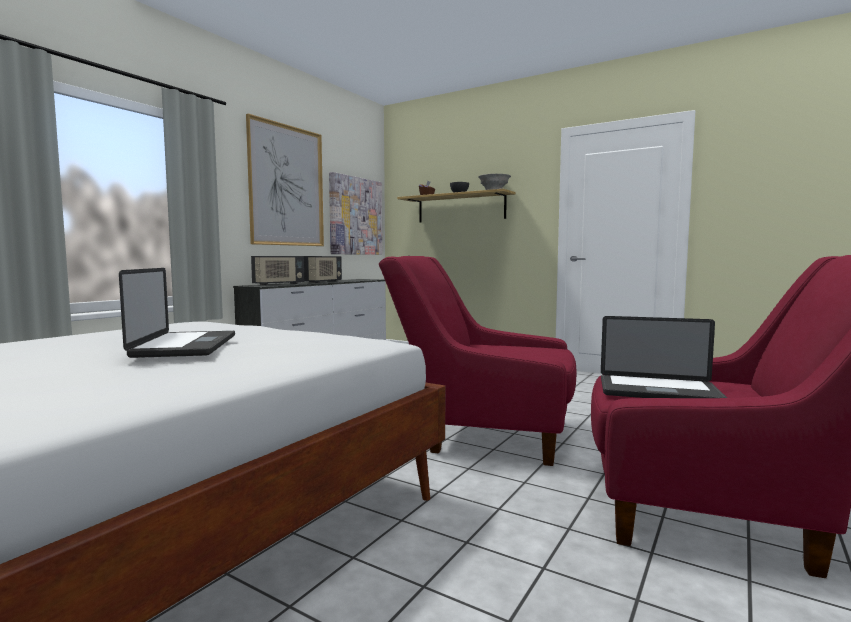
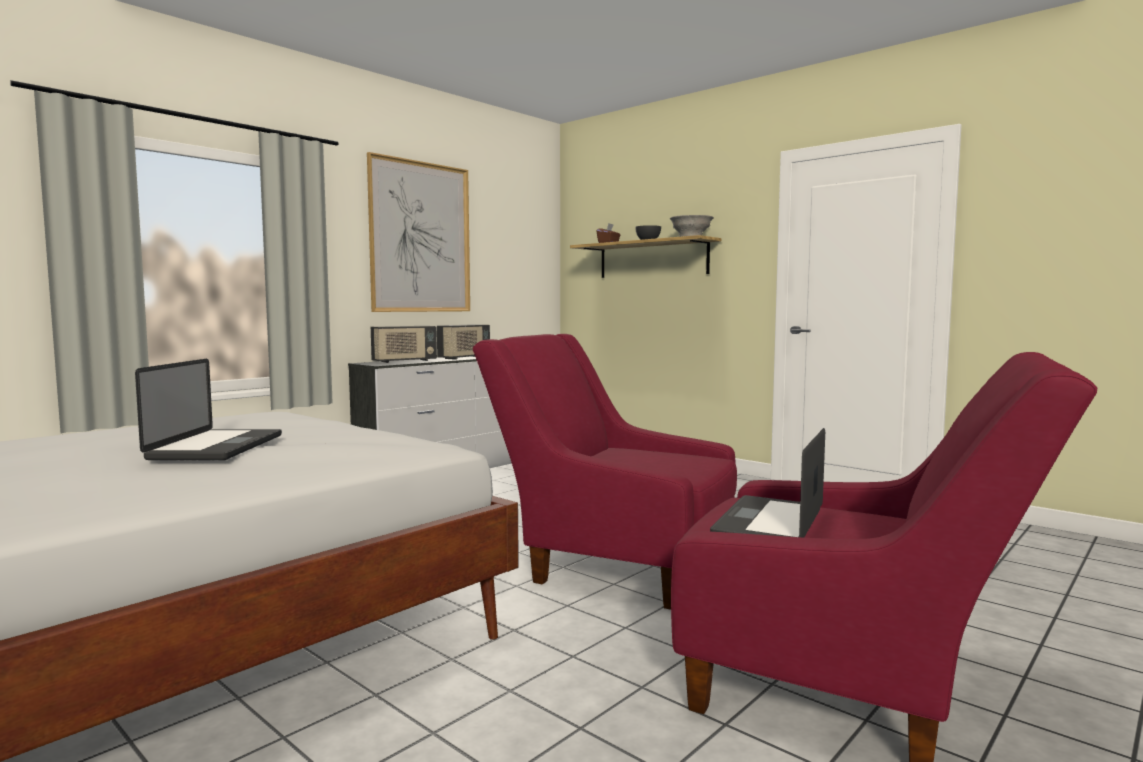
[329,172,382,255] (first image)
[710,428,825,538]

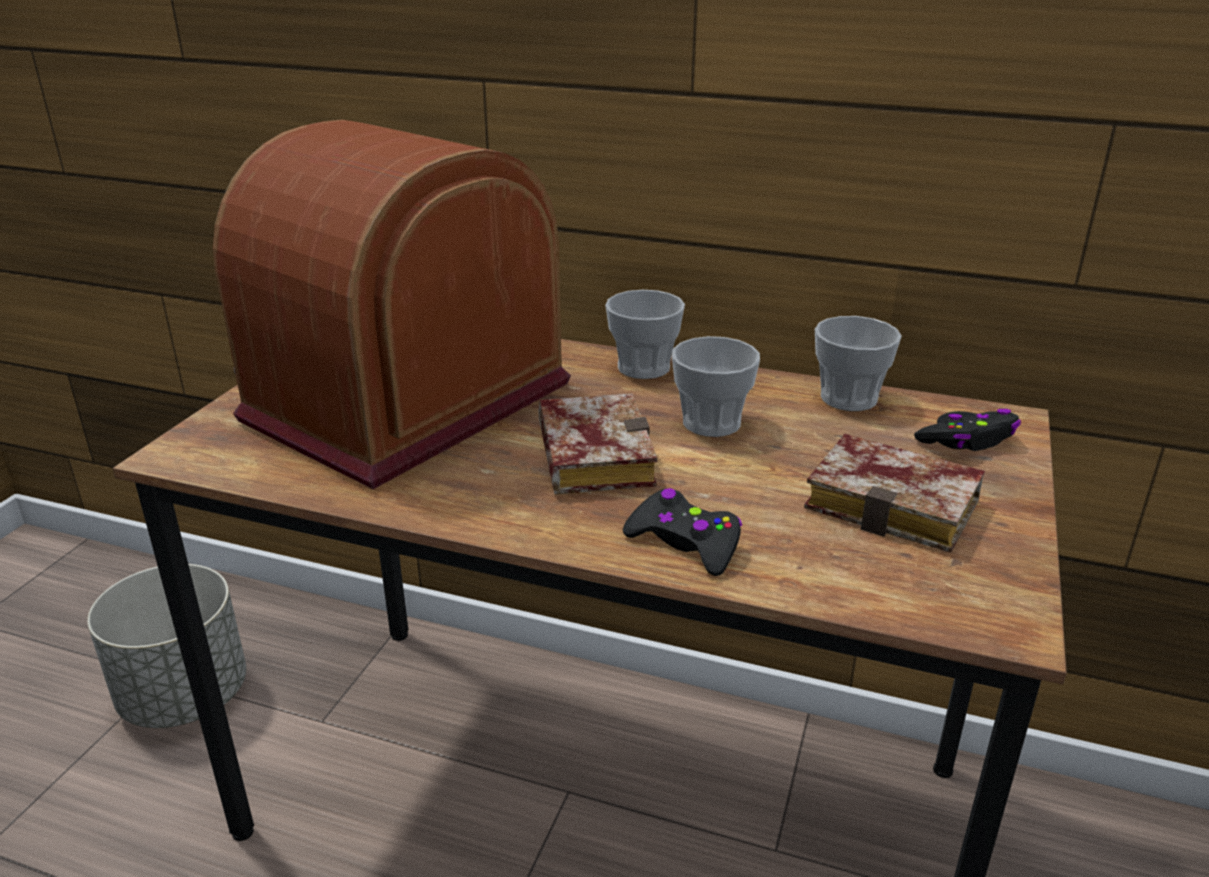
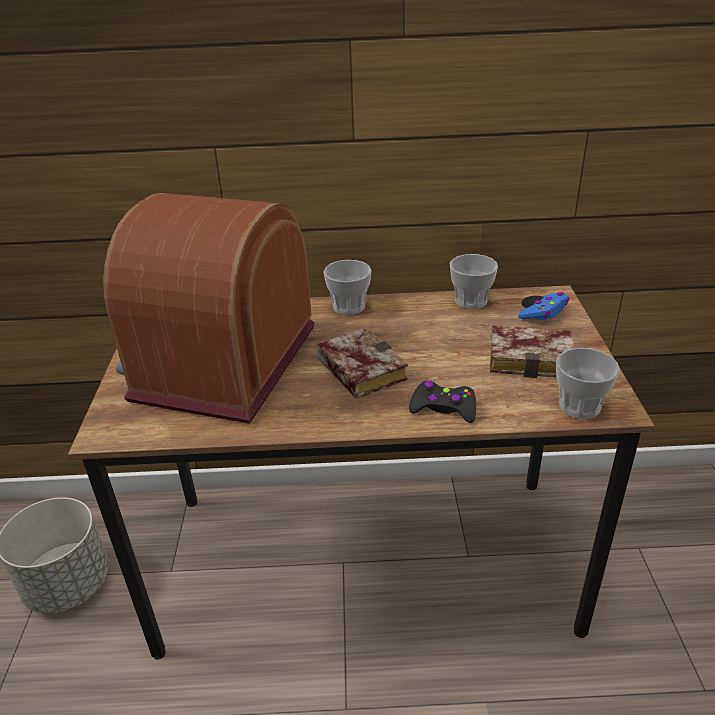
[556,348,620,419]
[518,292,569,320]

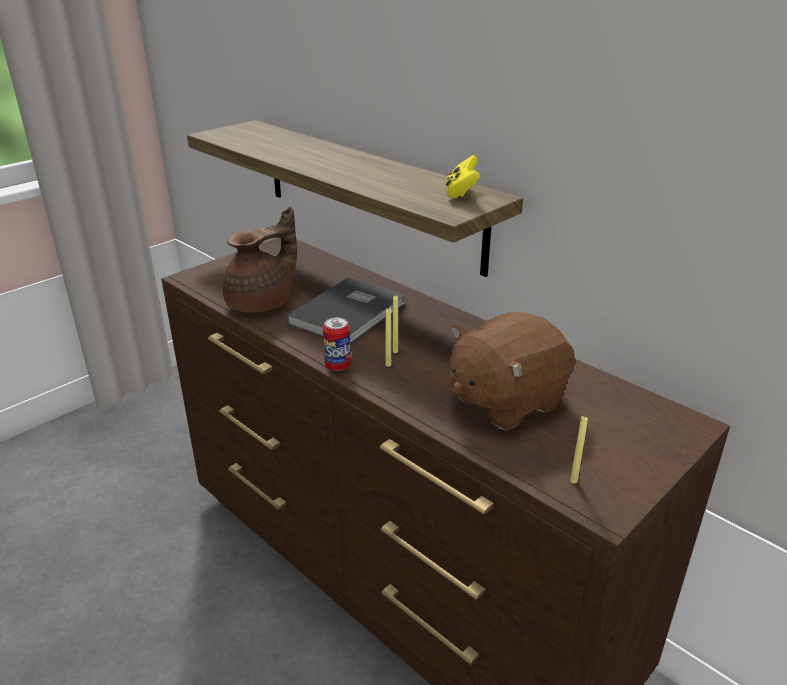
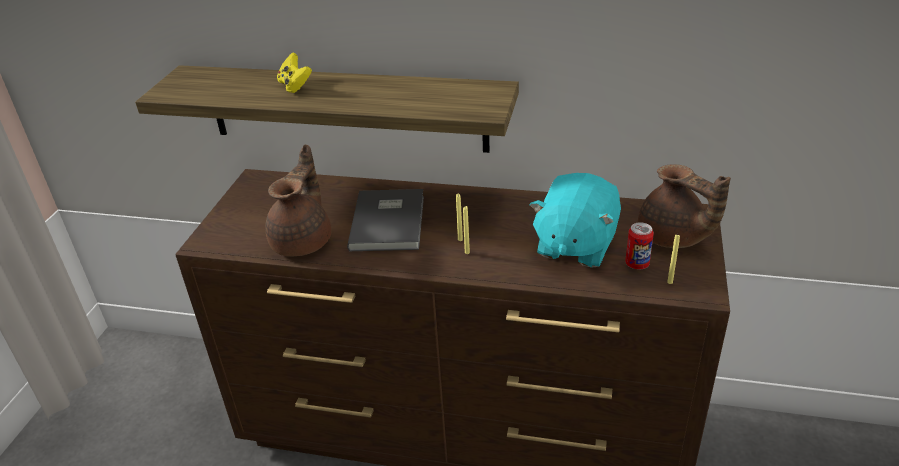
[638,164,731,248]
[625,222,654,269]
[277,52,312,93]
[529,173,621,268]

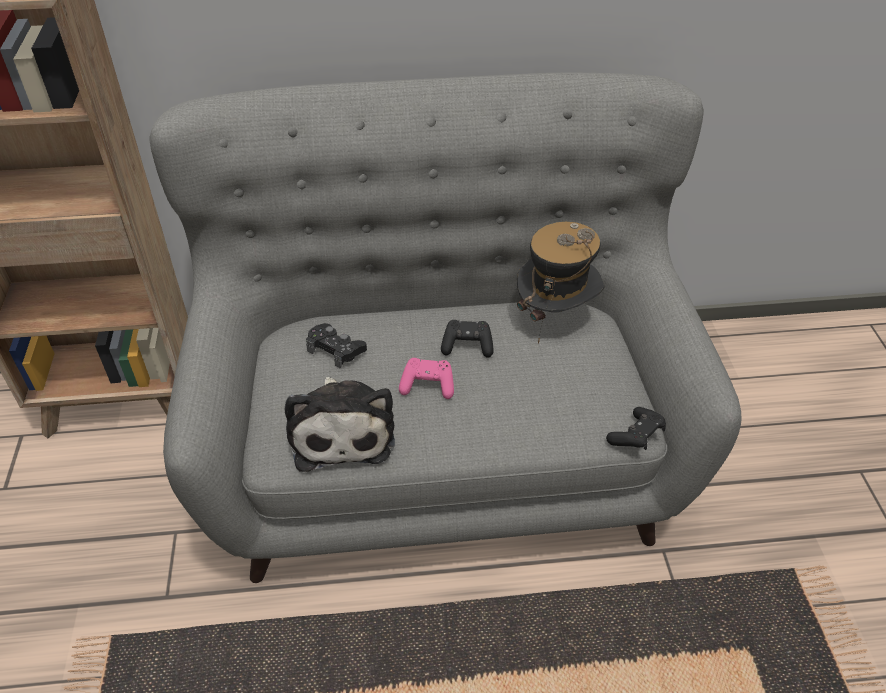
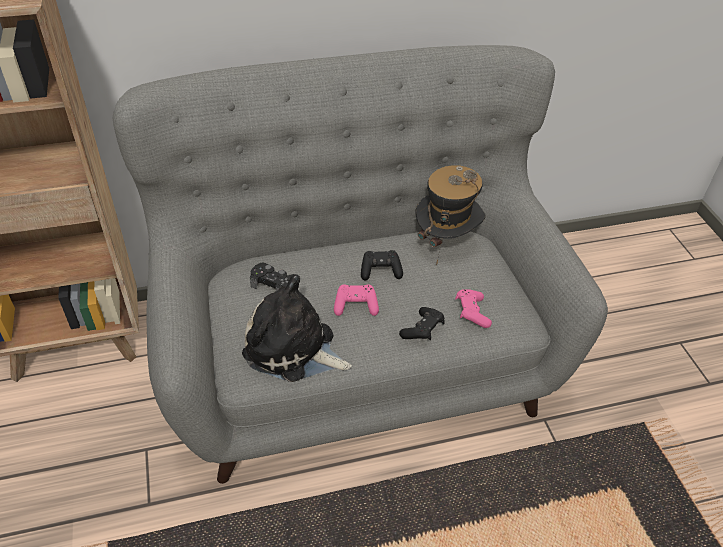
[455,289,492,328]
[399,307,445,340]
[242,275,352,382]

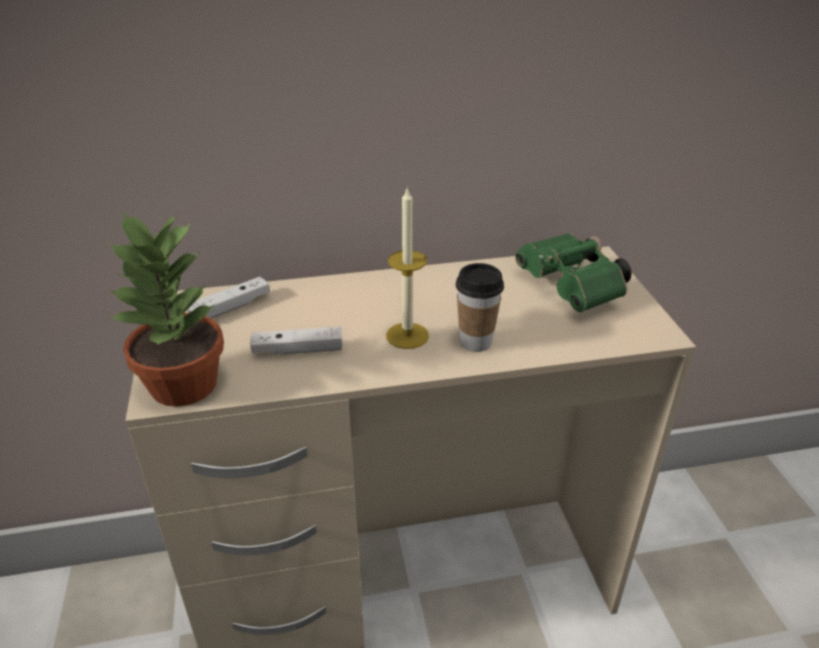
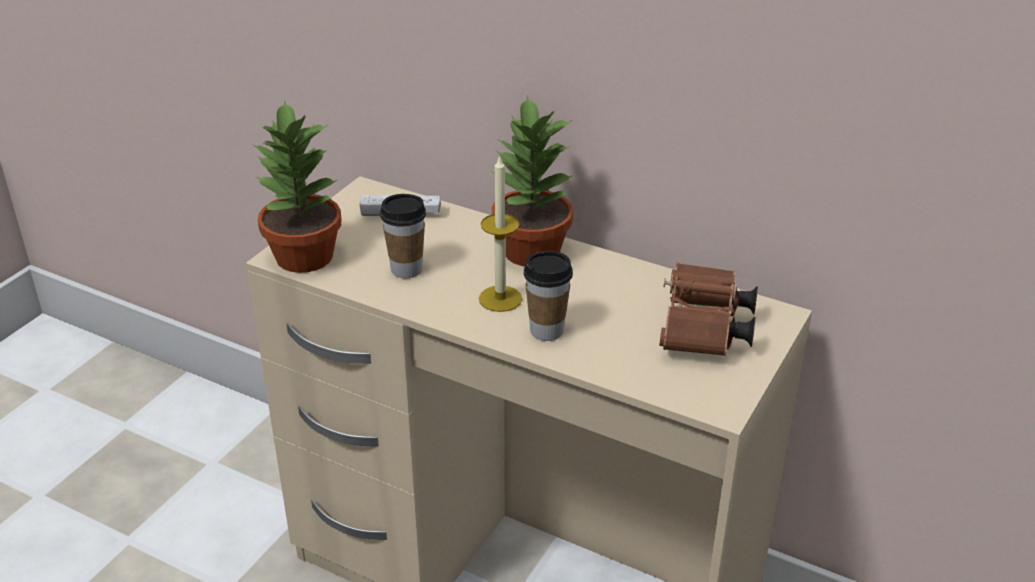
[491,95,574,266]
[380,194,426,278]
[660,263,758,356]

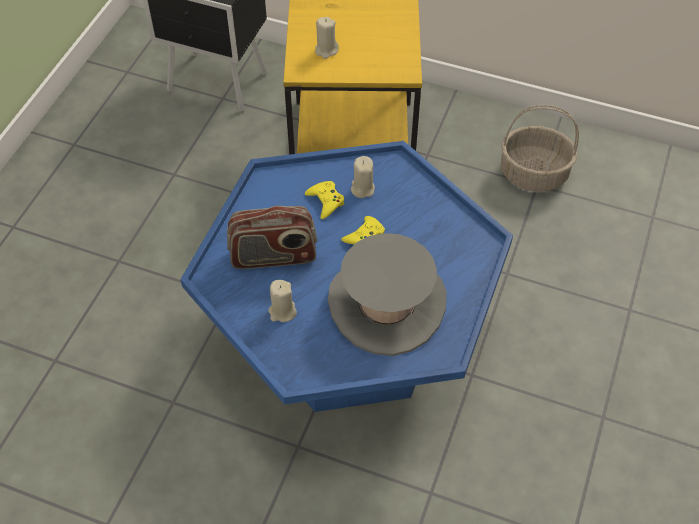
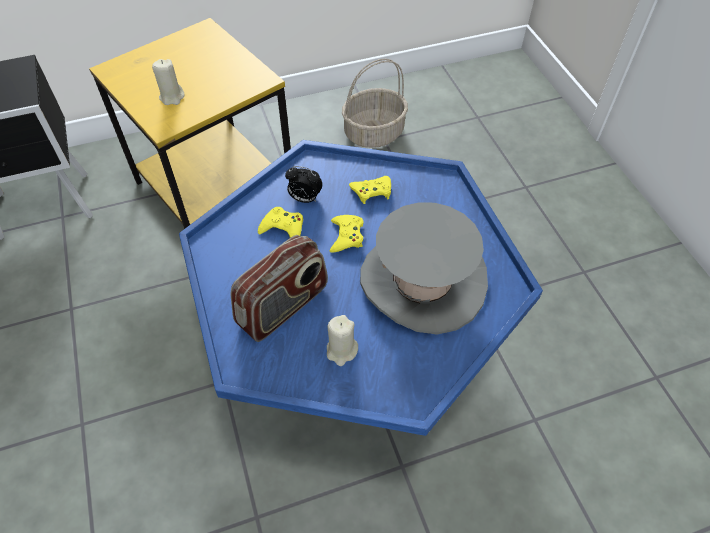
[349,176,391,204]
[285,166,322,203]

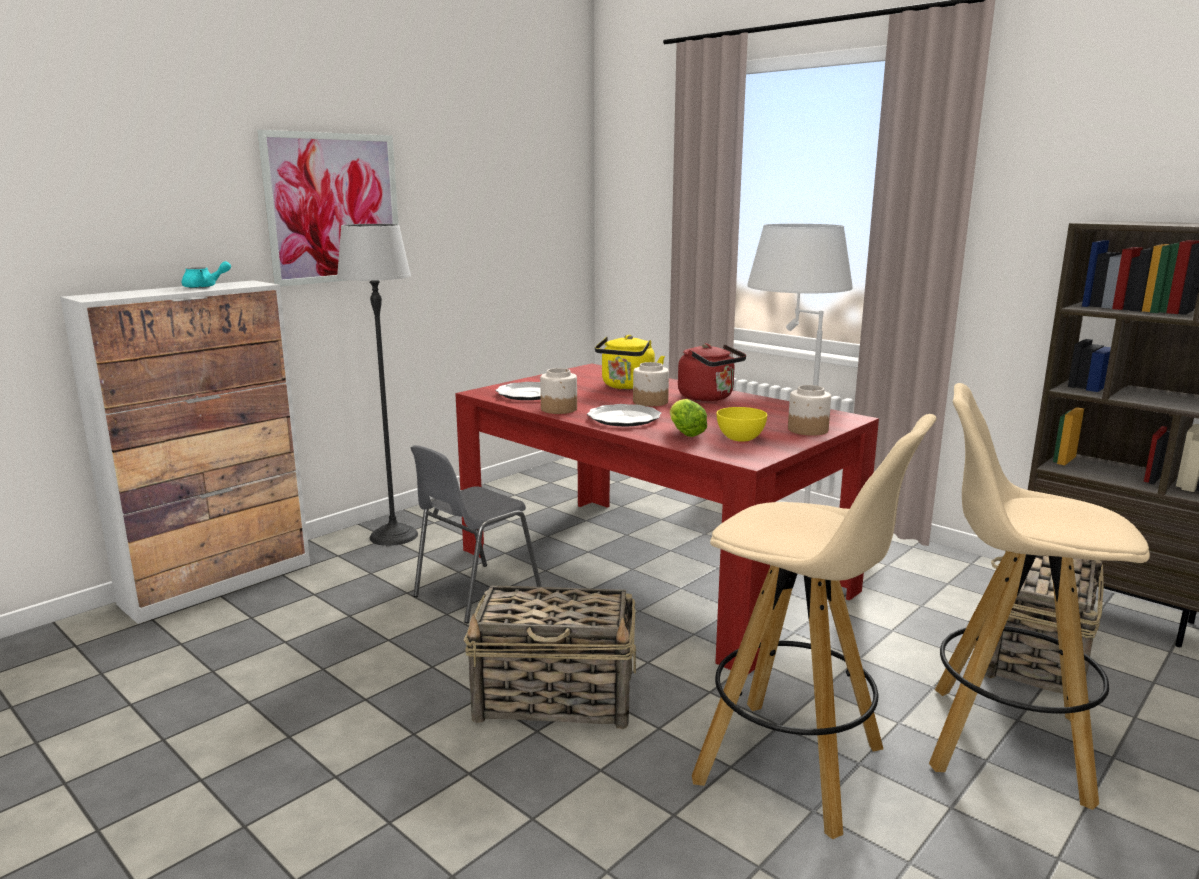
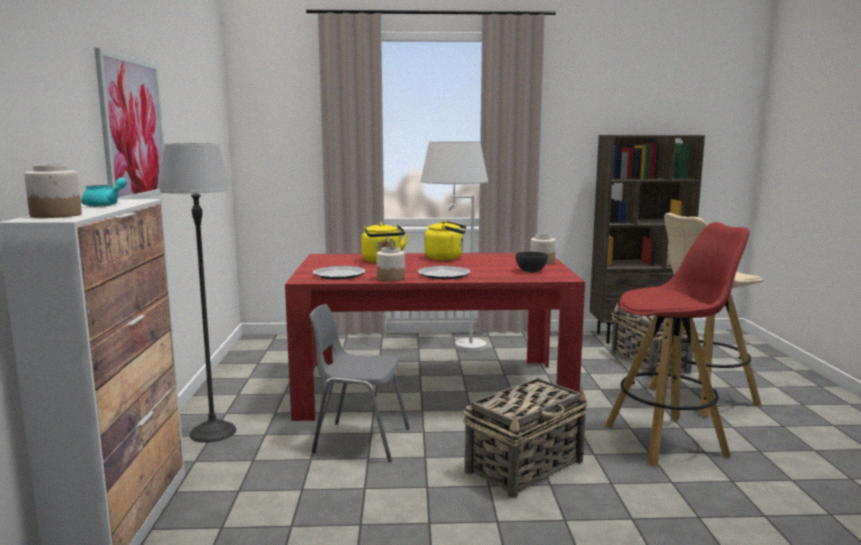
[670,399,707,437] (first image)
[24,164,82,218]
[425,221,467,260]
[605,222,750,466]
[515,252,548,273]
[309,304,410,462]

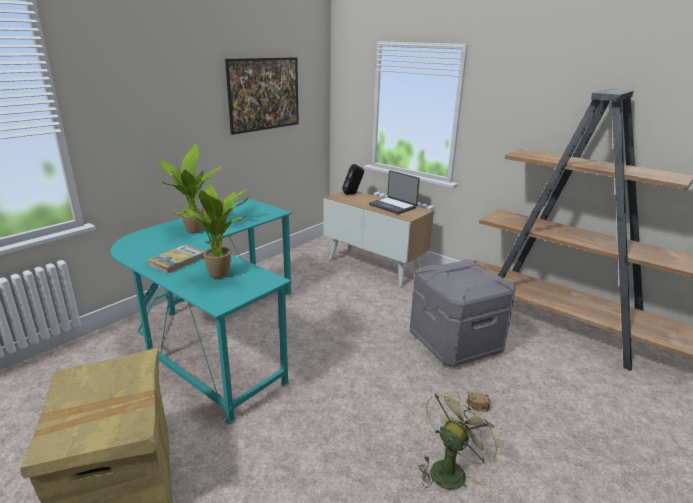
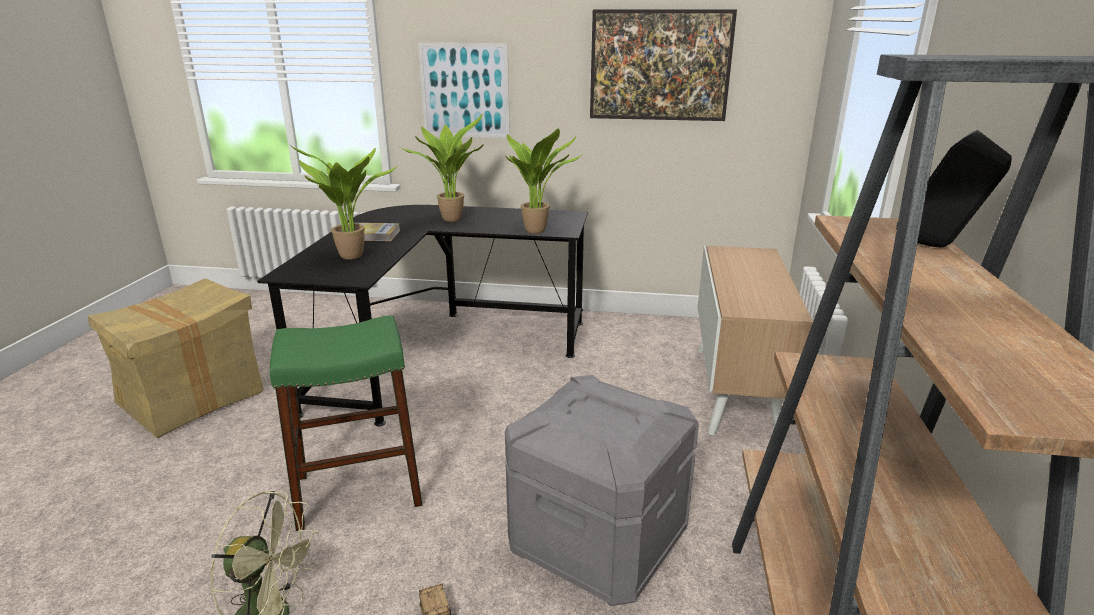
[369,170,420,214] (first image)
[270,315,422,531]
[418,43,510,138]
[505,128,583,234]
[896,130,1012,248]
[257,205,588,427]

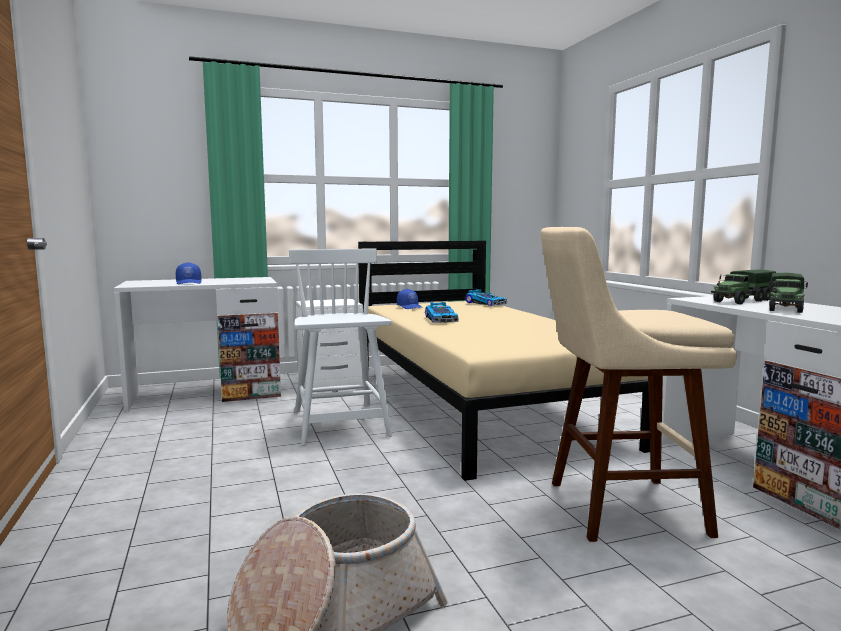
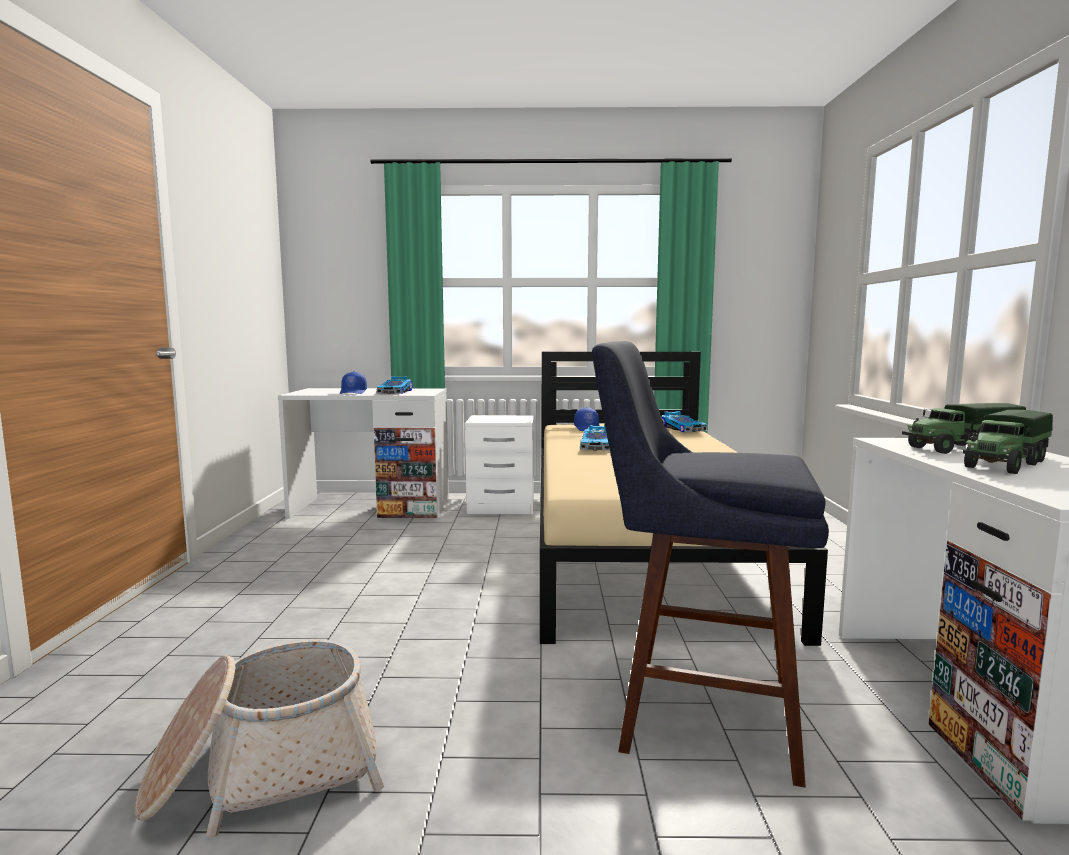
[289,248,392,446] (first image)
[376,376,412,394]
[592,341,829,788]

